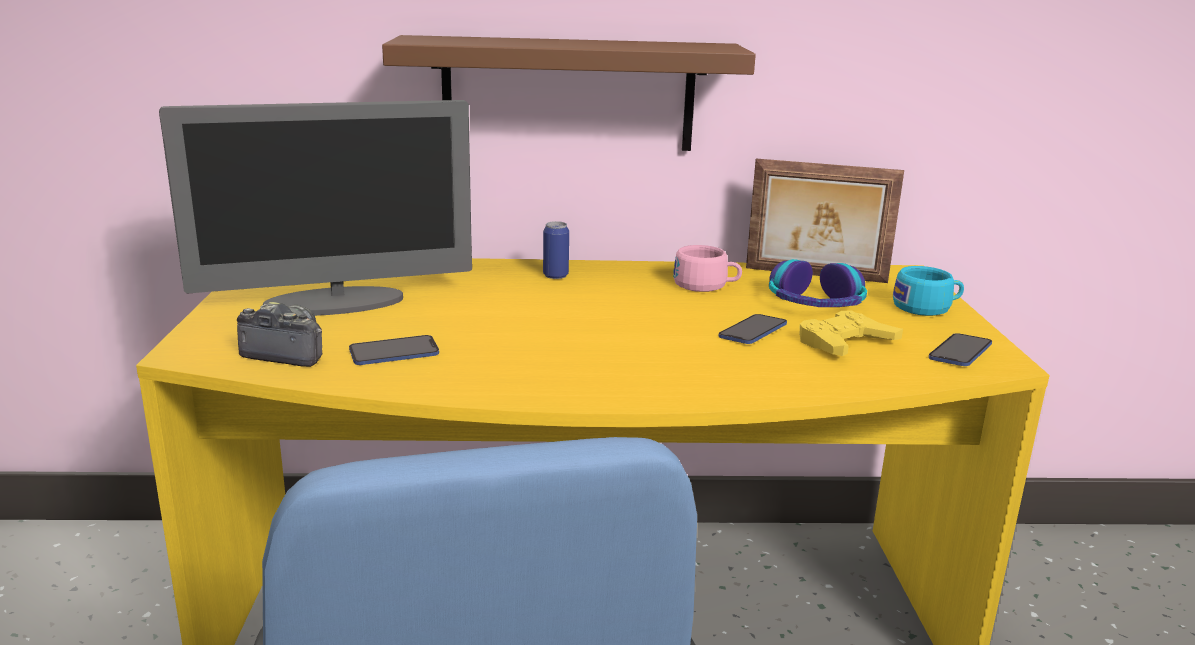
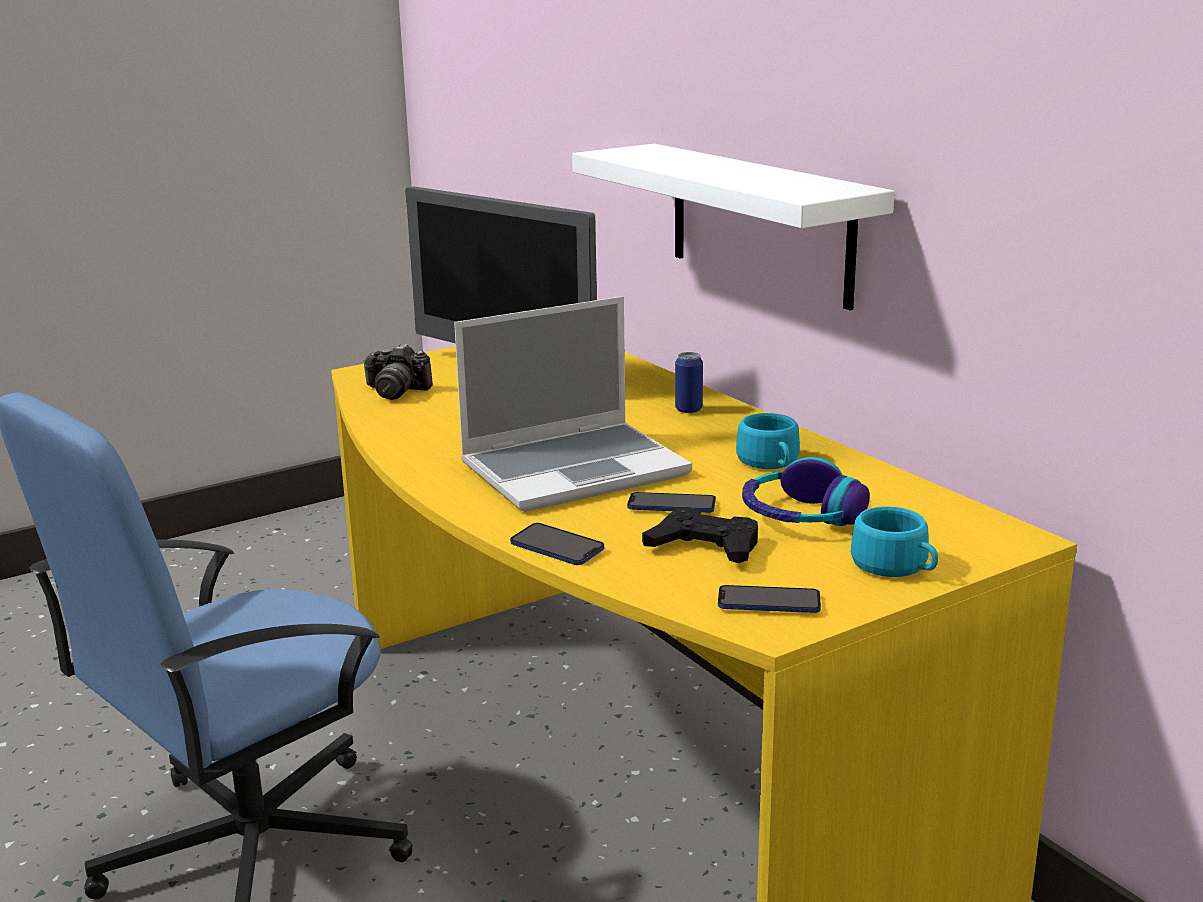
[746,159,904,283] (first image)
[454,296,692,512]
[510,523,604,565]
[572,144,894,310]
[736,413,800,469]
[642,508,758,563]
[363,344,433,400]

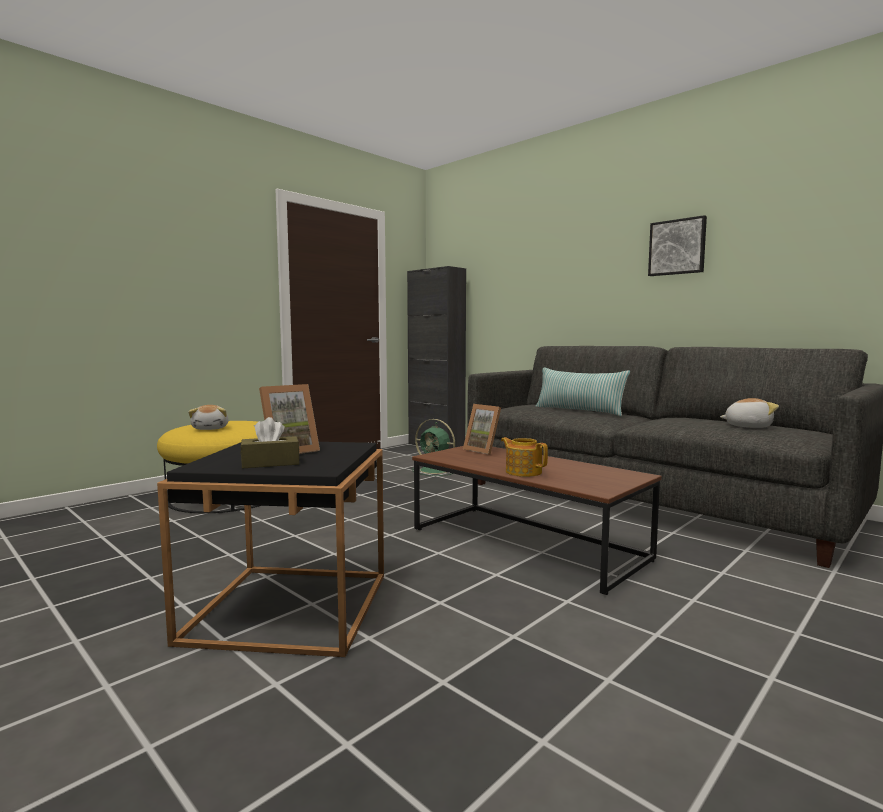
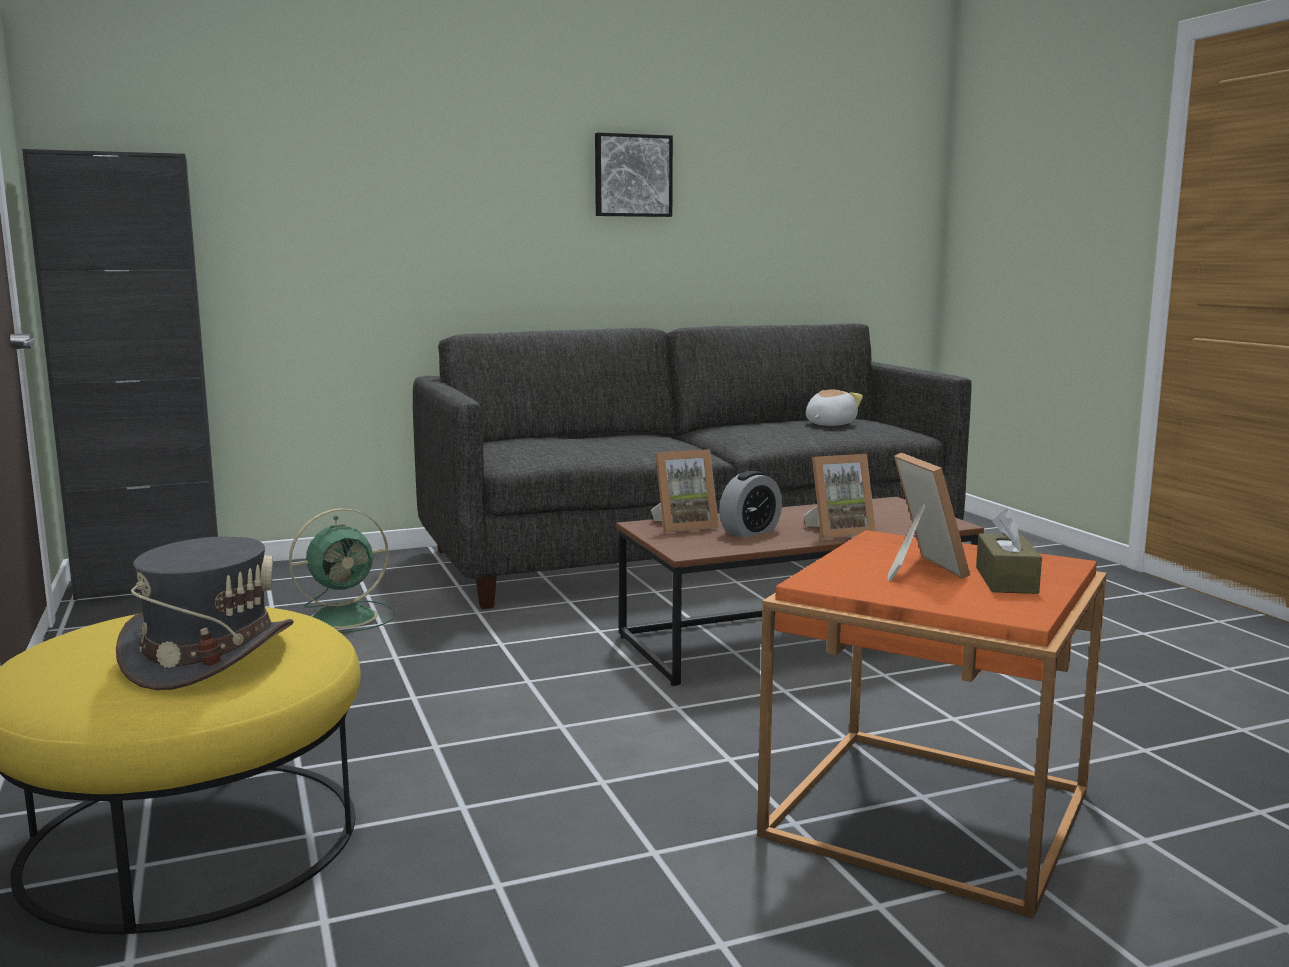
[536,367,630,416] (first image)
[719,471,782,537]
[116,536,294,690]
[803,454,876,539]
[757,530,1107,918]

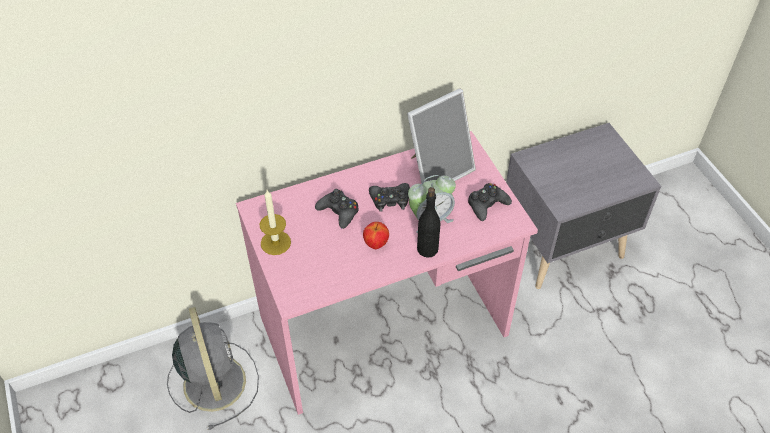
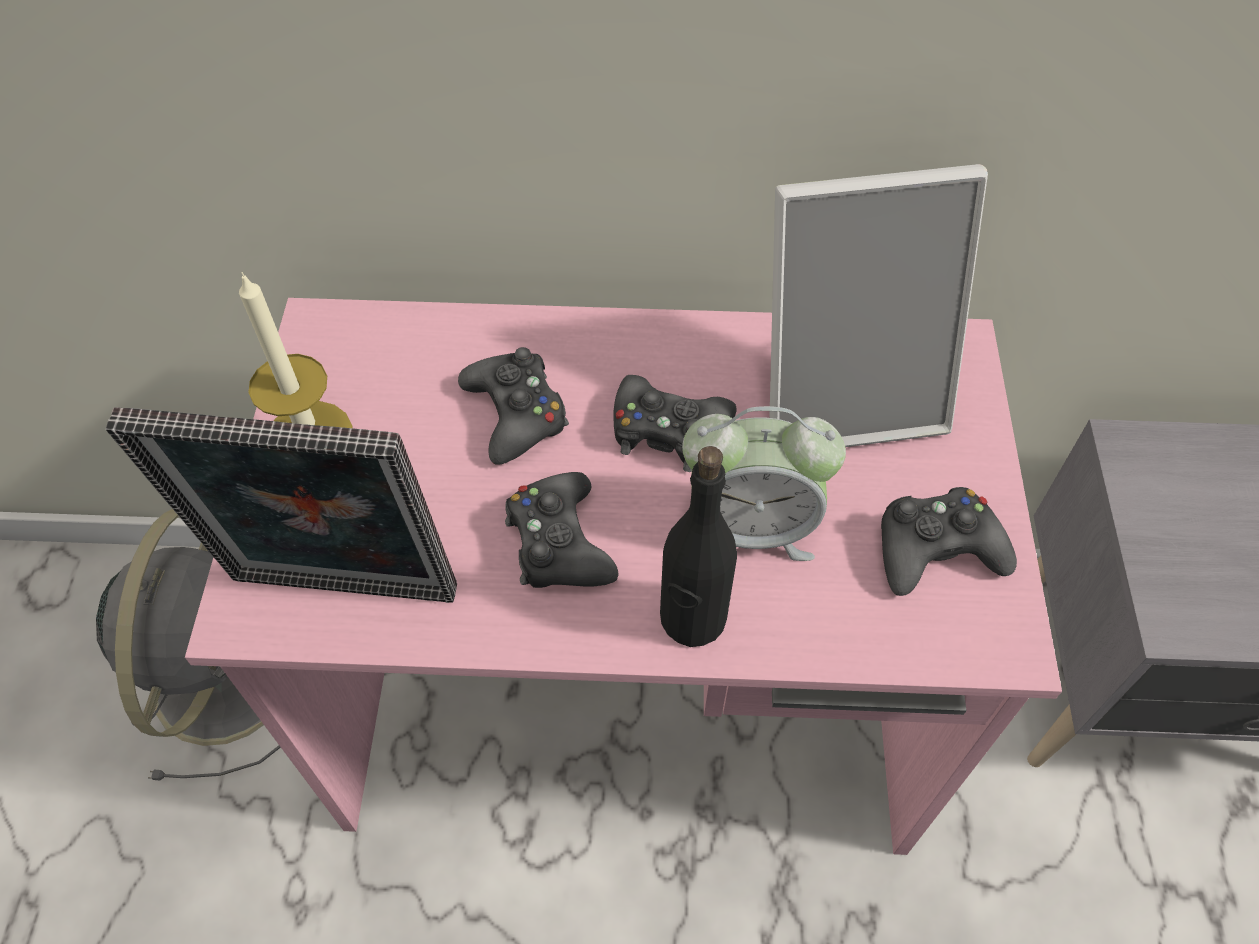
[105,407,457,603]
[505,472,619,588]

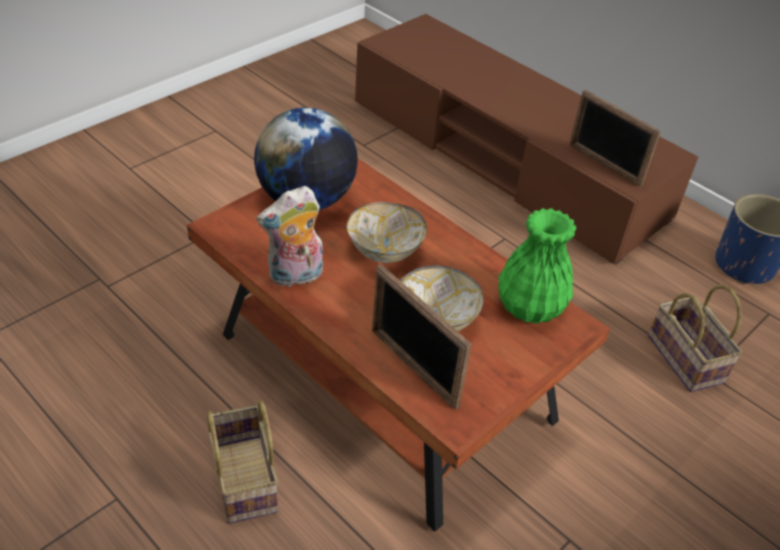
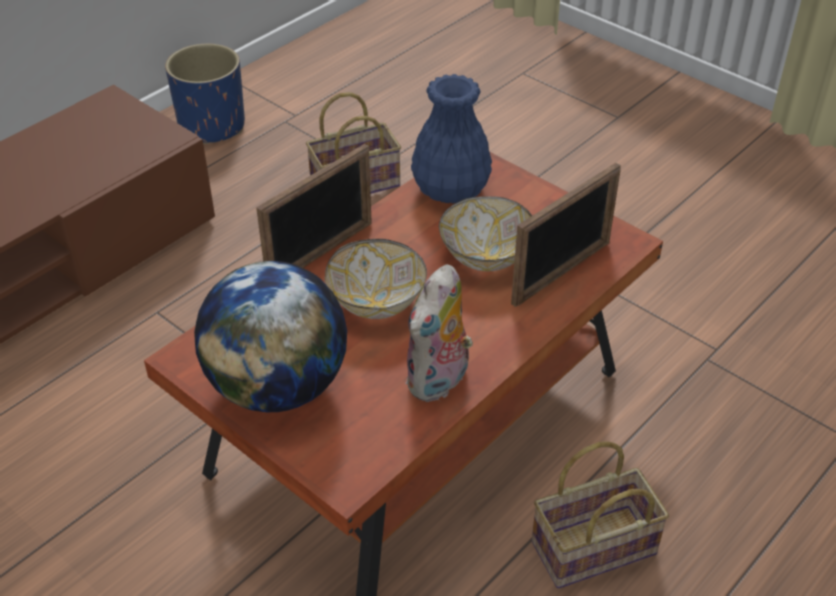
[256,144,372,268]
[411,74,492,203]
[405,264,473,402]

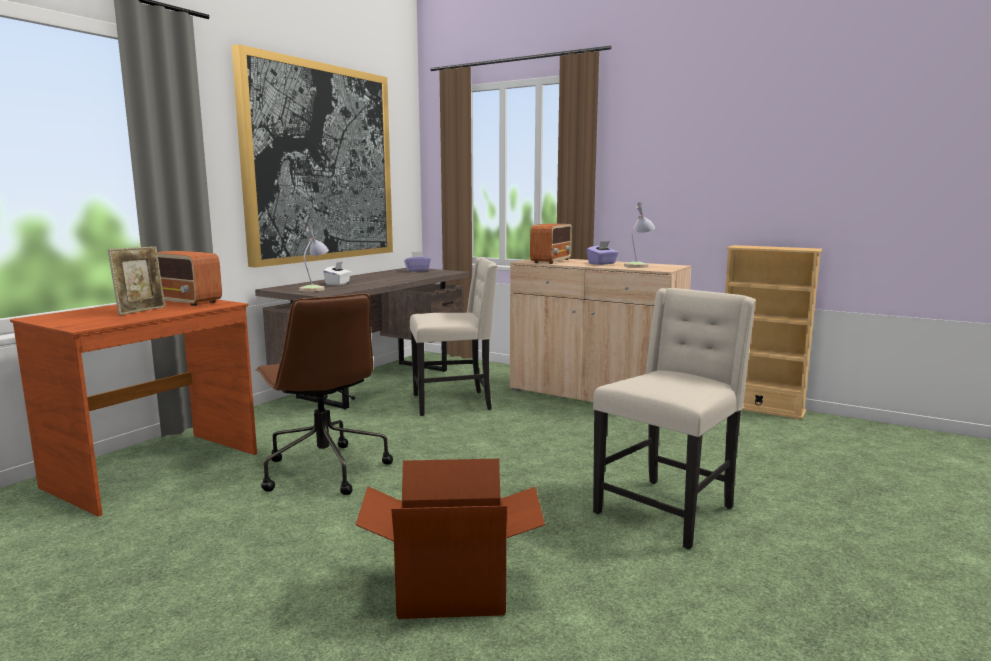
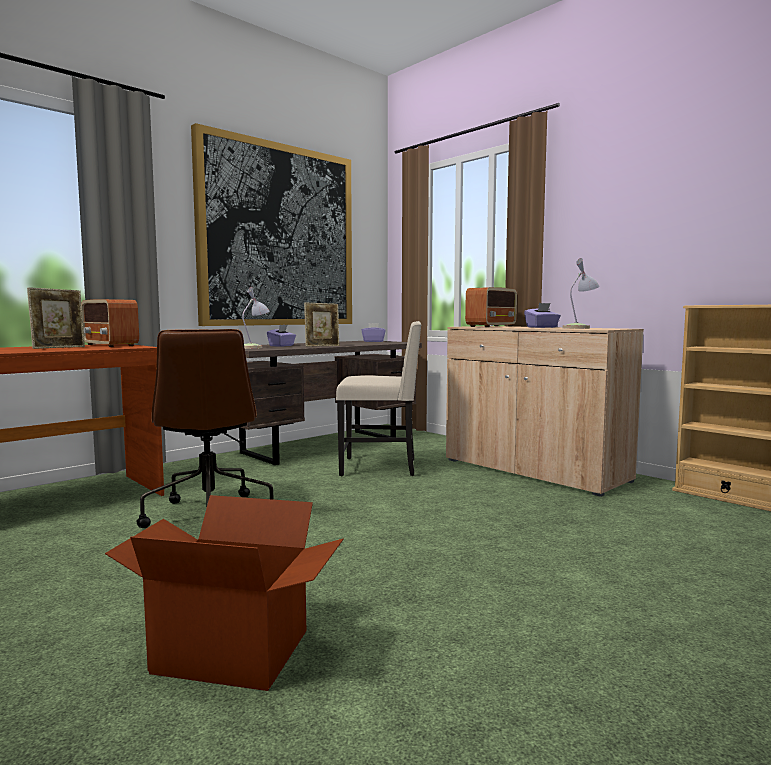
[593,288,756,549] (first image)
[304,303,339,347]
[267,325,296,347]

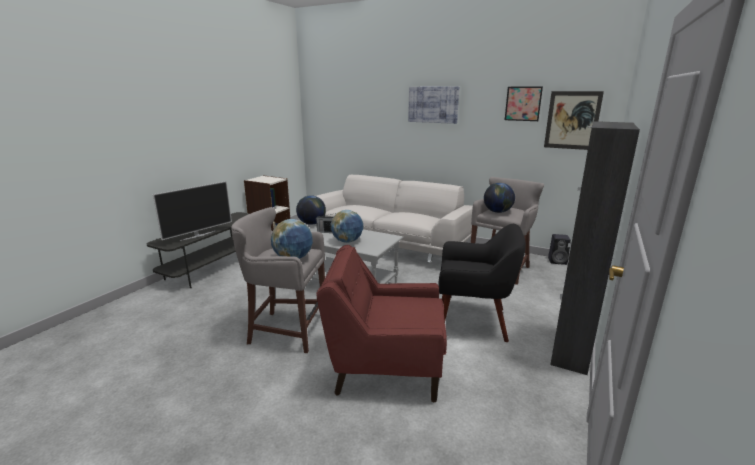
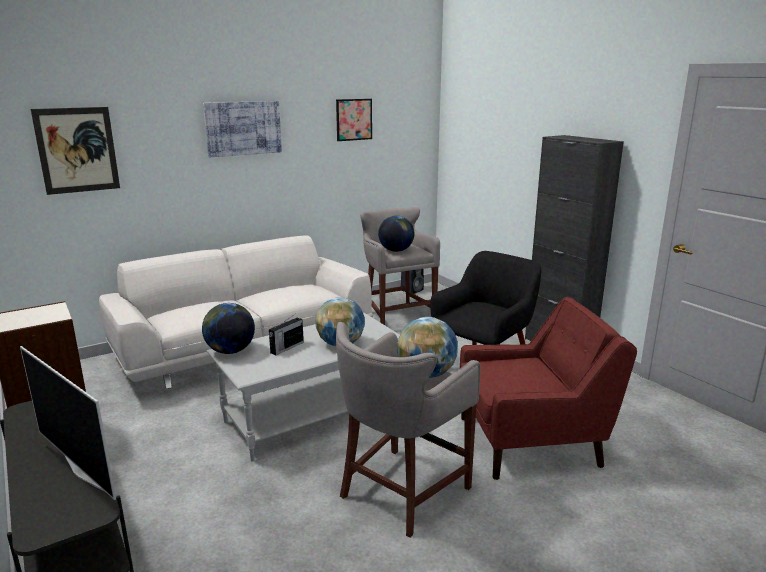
[31,107,120,195]
[20,346,116,500]
[460,297,637,480]

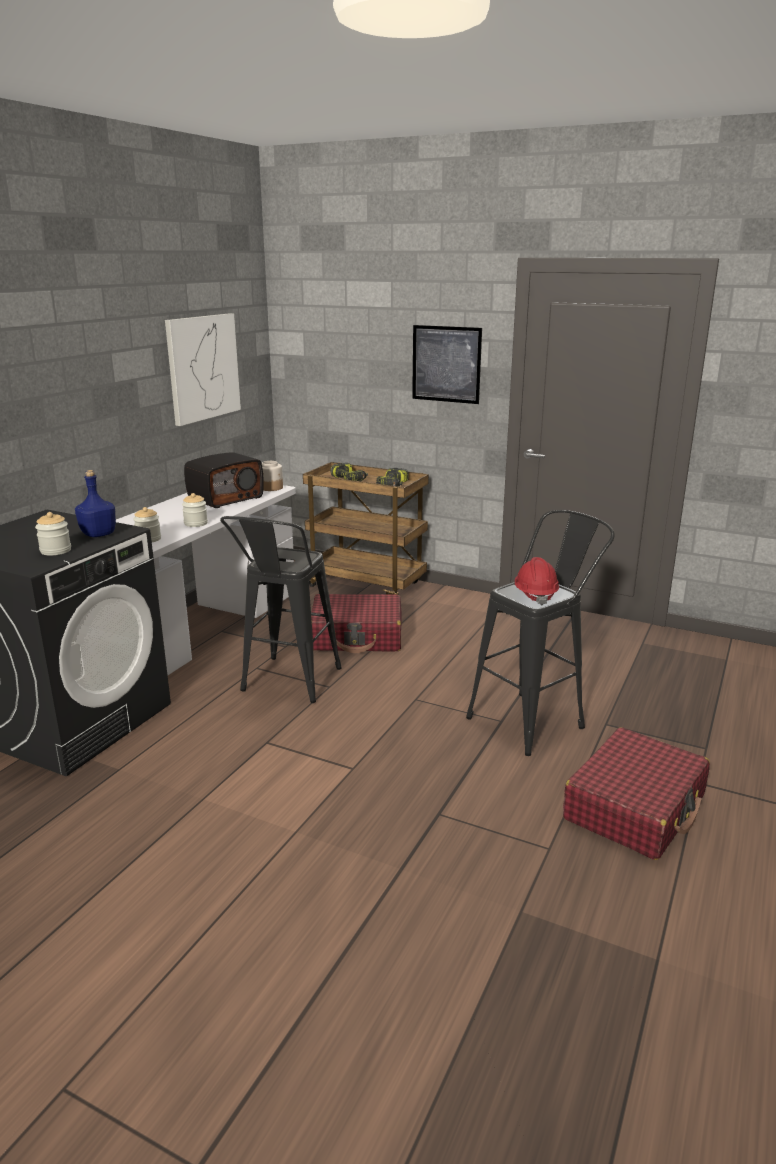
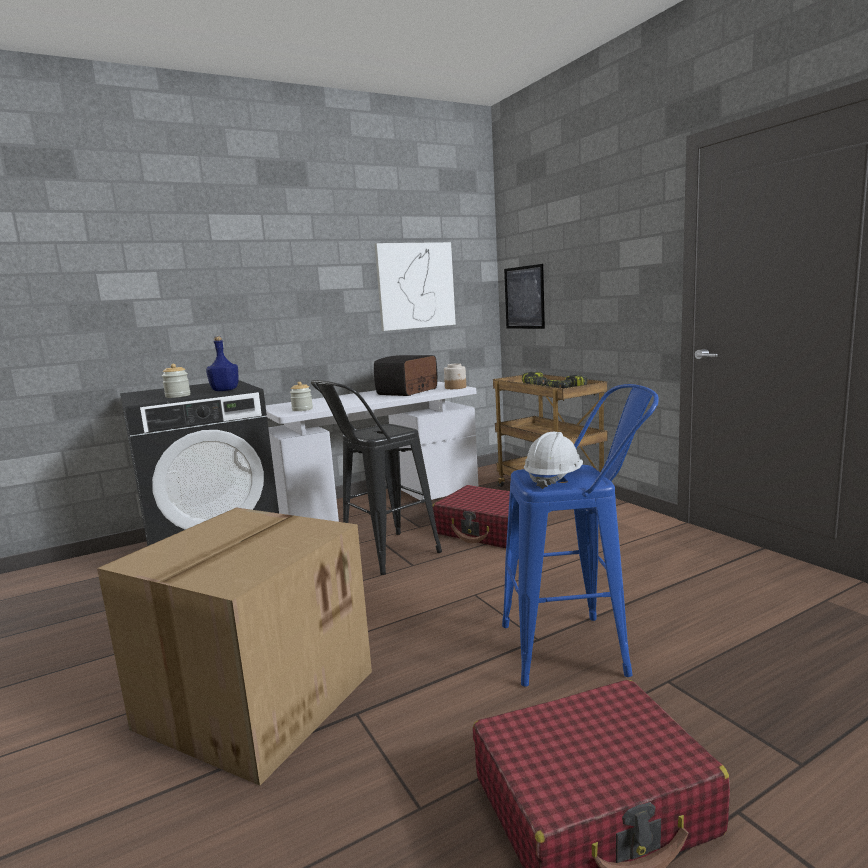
[182,493,208,527] (first image)
[97,507,372,786]
[504,264,545,329]
[502,384,659,687]
[524,432,583,489]
[374,355,437,396]

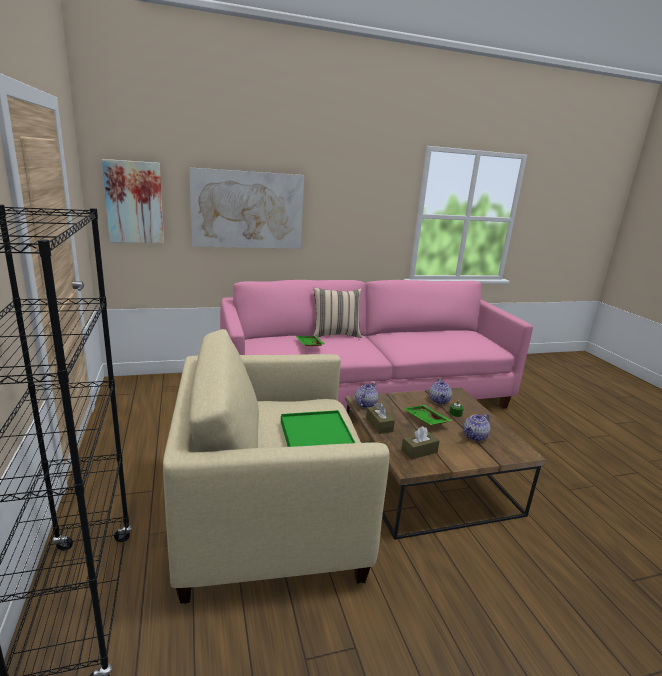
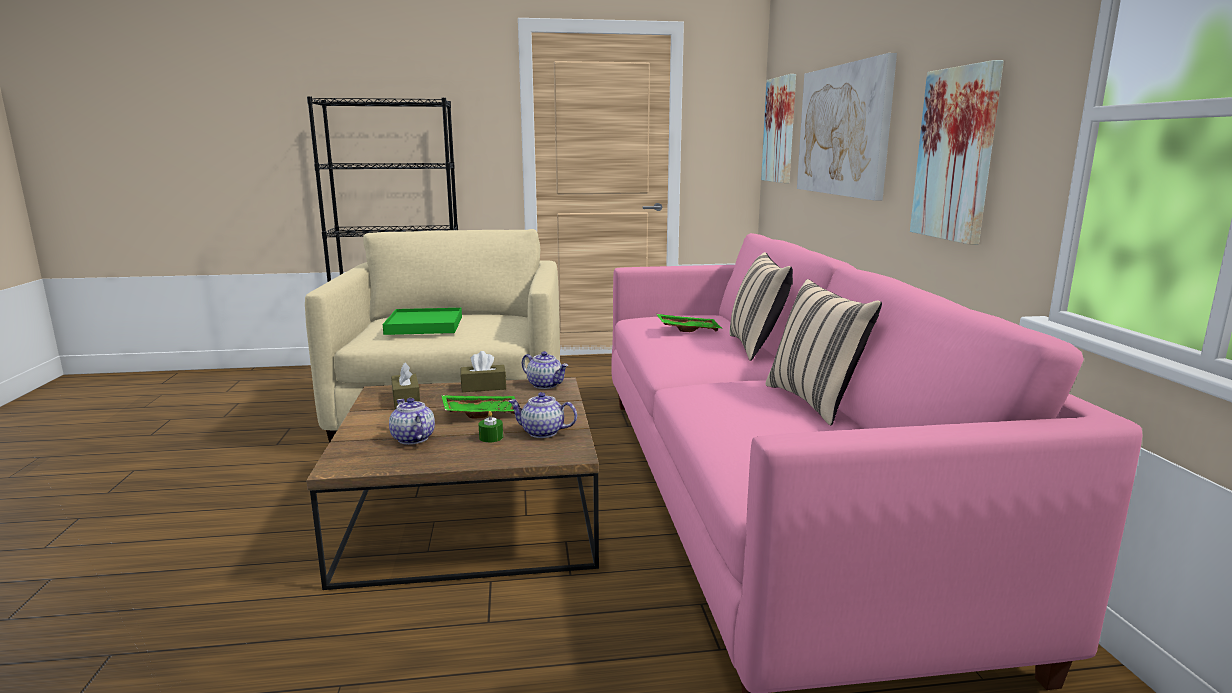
[765,279,882,425]
[910,60,1004,245]

